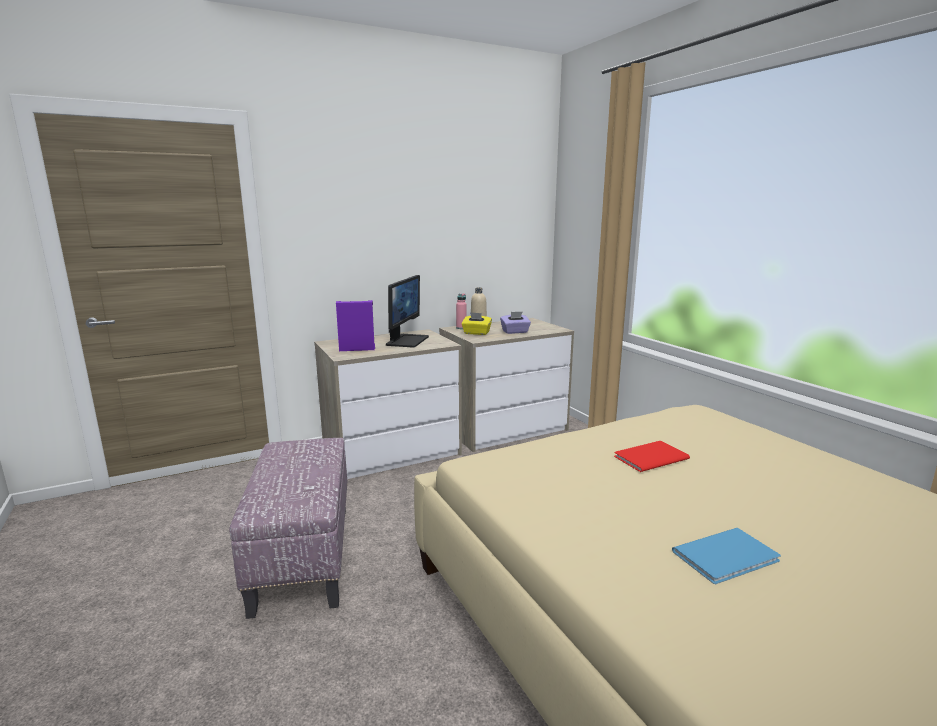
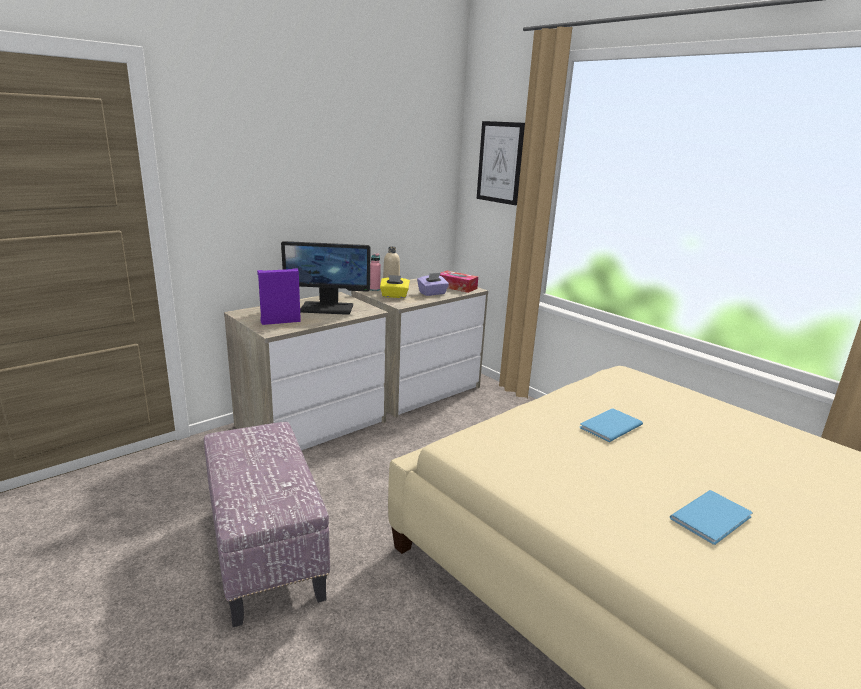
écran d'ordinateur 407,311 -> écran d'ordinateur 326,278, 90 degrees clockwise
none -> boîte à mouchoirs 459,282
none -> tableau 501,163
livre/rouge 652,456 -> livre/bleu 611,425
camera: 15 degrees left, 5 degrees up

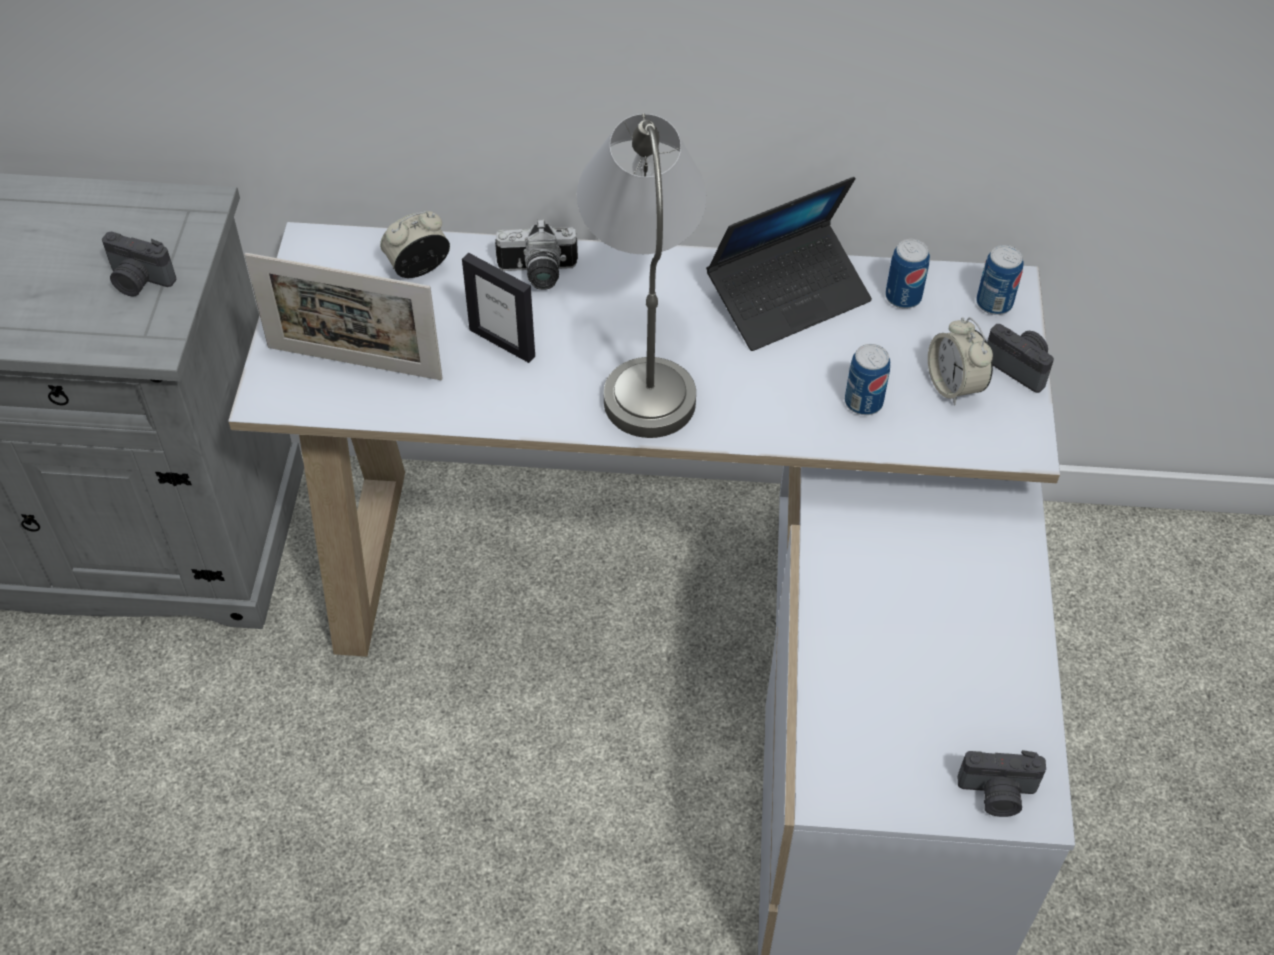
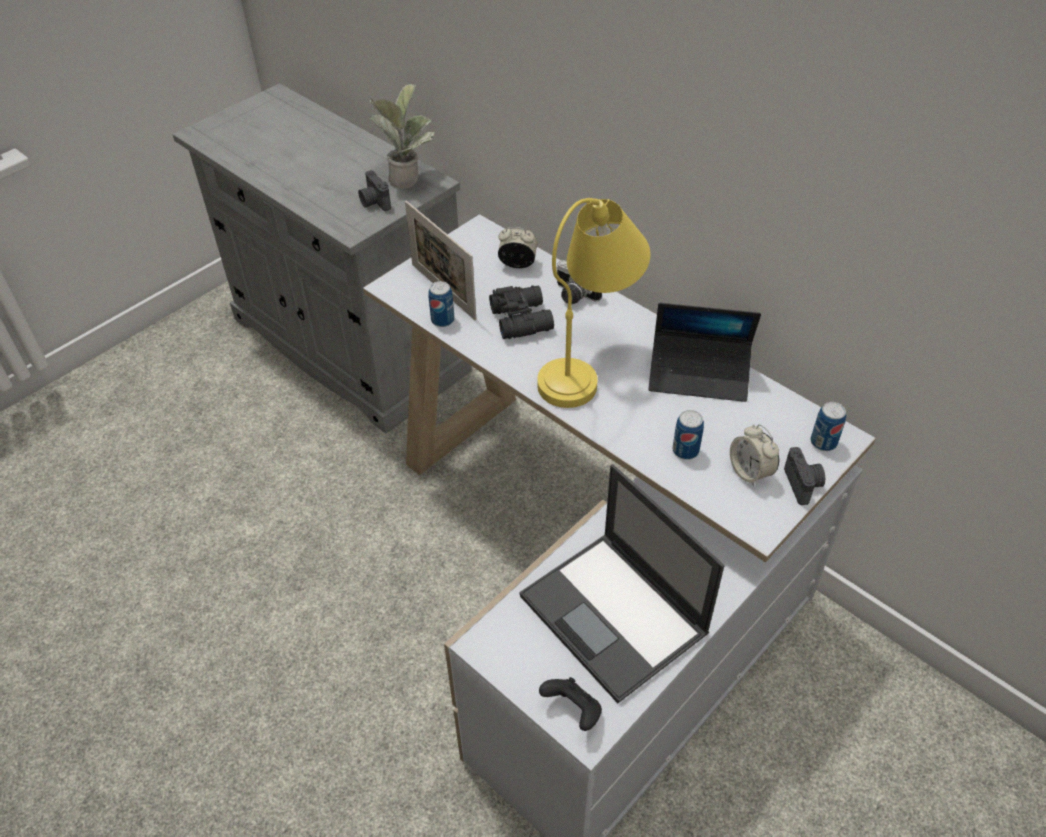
none -> plante en pot 401,136
boîte métallique 907,274 -> boîte métallique 441,304, move
cadre photo 498,308 -> jumelles/noir 521,312
none -> ordinateur portable 622,584
lampe de table/gris 641,275 -> lampe de table/jaune 593,303
appareil photo 1001,783 -> manette/noir 570,704
réveil 960,361 -> réveil 754,455, 45 degrees counterclockwise
camera: 40 degrees right, 5 degrees down

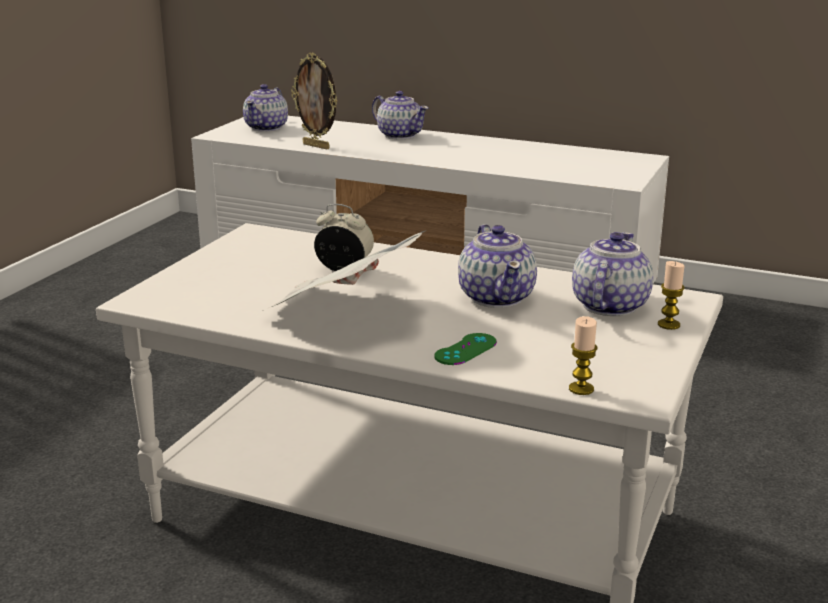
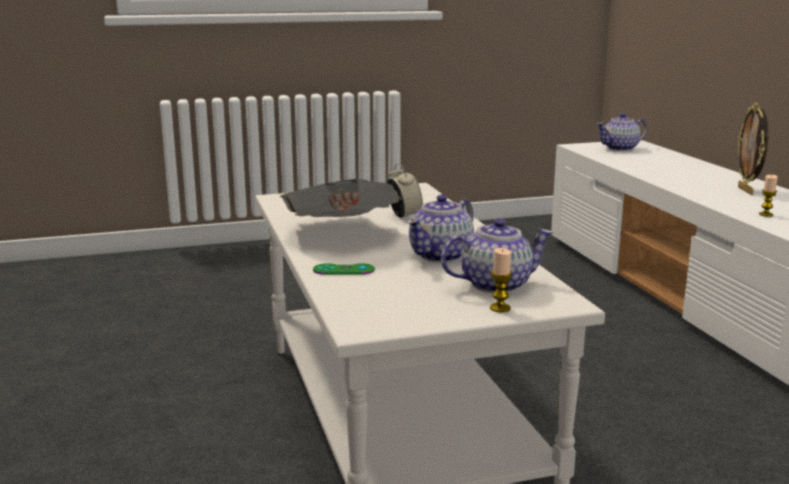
cadre photo 314,101 -> cadre photo 753,149, move
bougie 583,355 -> bougie 768,196, move
théière 400,115 -> none
camera: 50 degrees right, 5 degrees down

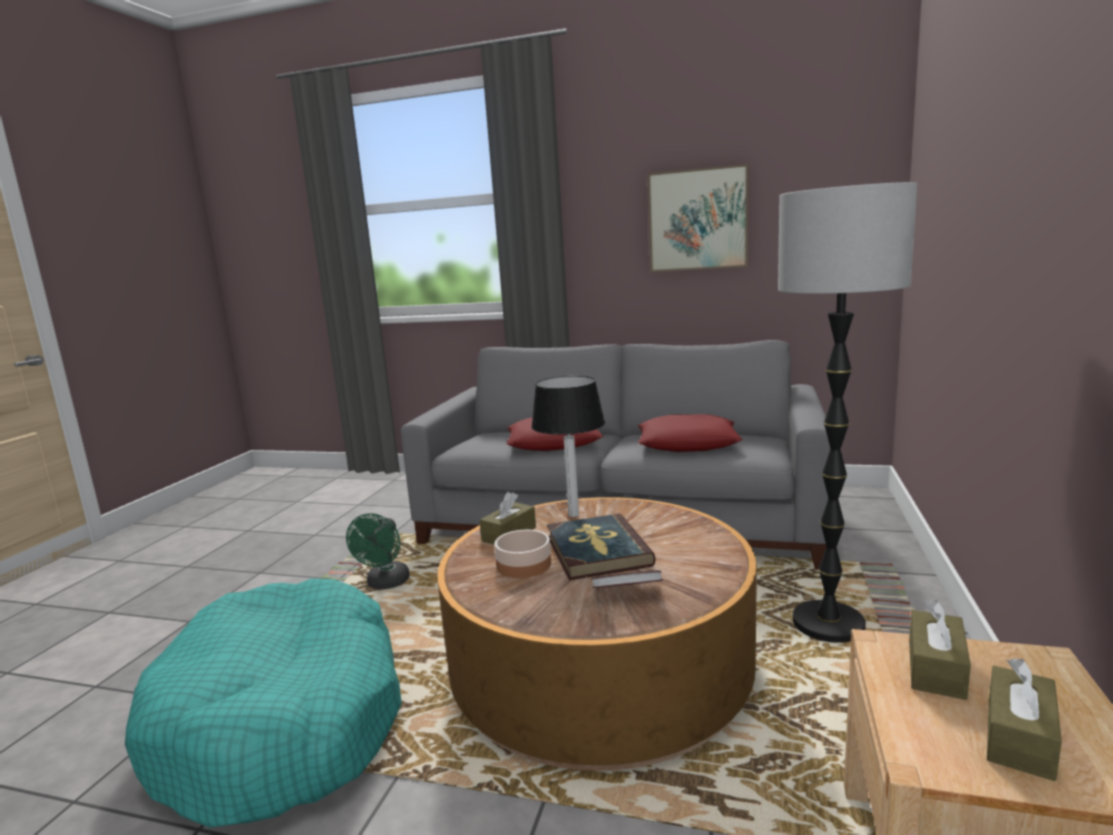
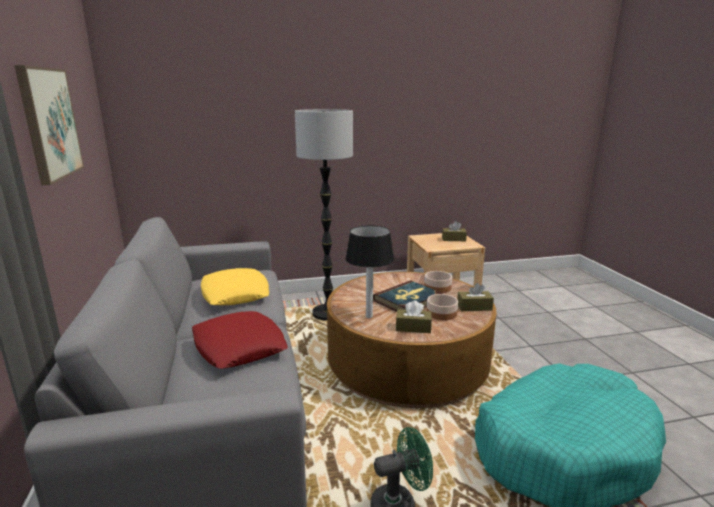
coussin/rouge 690,433 -> coussin/jaune 235,286
livre 627,579 -> bol 438,282
boîte à mouchoirs/marron 940,650 -> boîte à mouchoirs/marron 475,297, move
camera: 120 degrees left, 5 degrees up

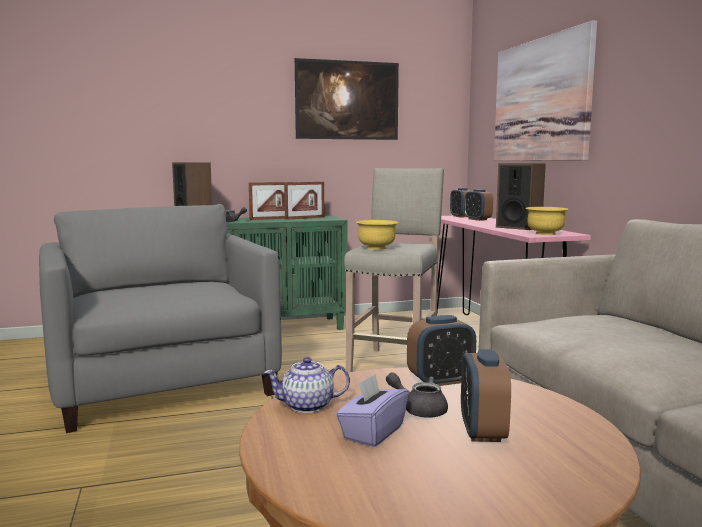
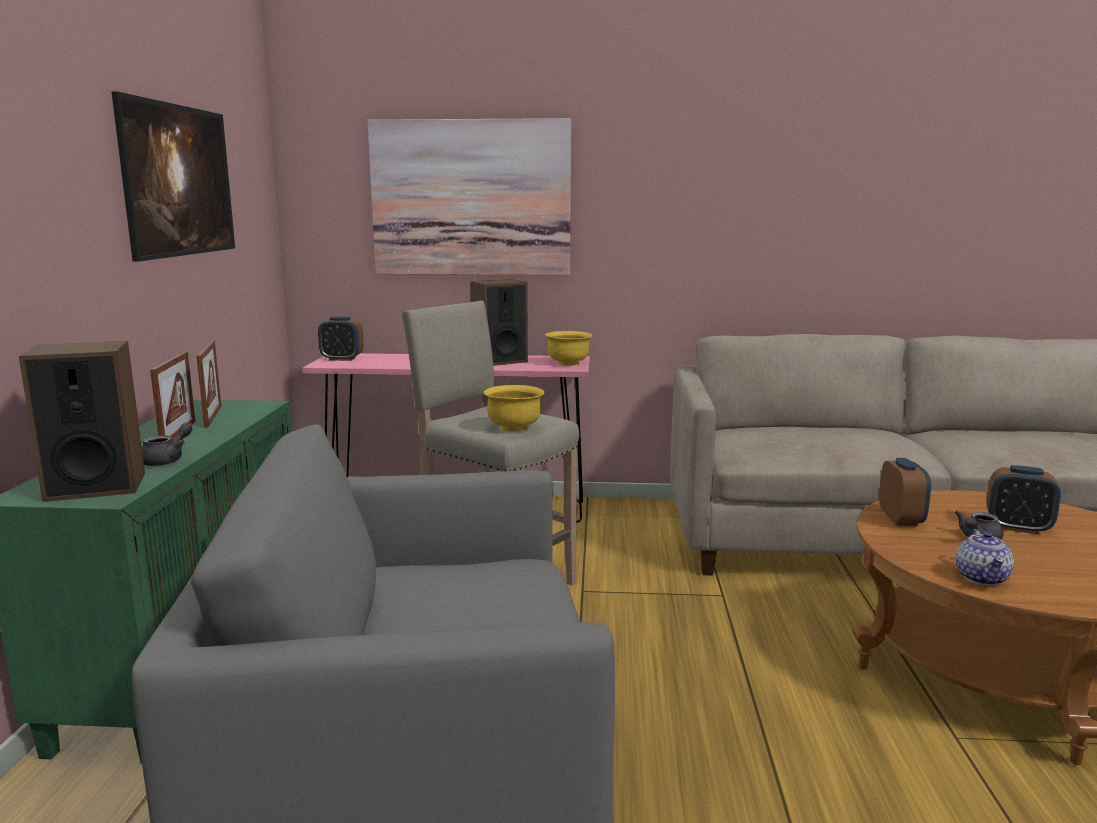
boîte à mouchoirs/violet 372,410 -> none
réveil 478,205 -> none
camera: 70 degrees left, 5 degrees up

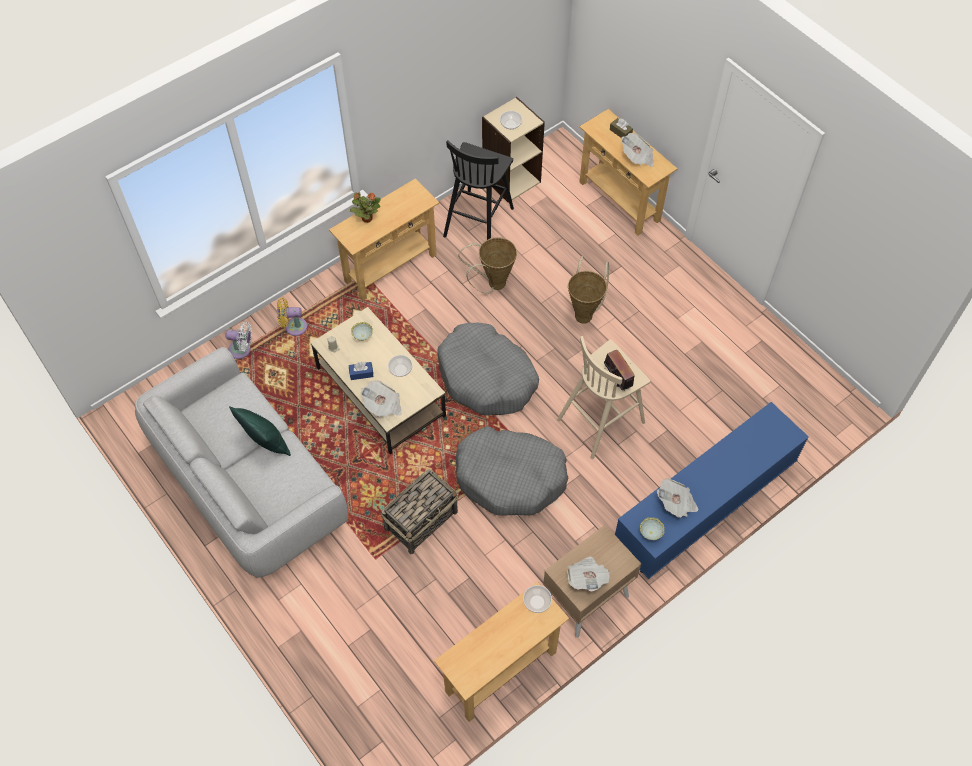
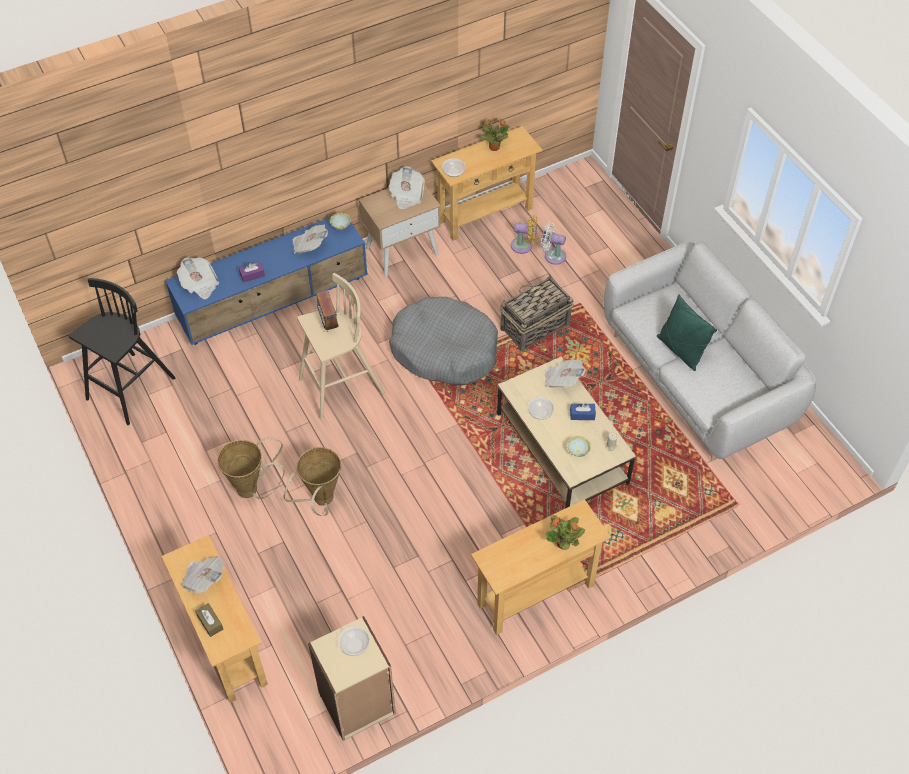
tabouret/noir 478,190 -> tabouret/noir 121,351, move
none -> journal 198,278
panier 487,265 -> panier 251,468, move
none -> boîte à mouchoirs/violet 252,272
none -> plante en pot 494,135
ventilateur/jaune 292,317 -> ventilateur/jaune 524,234, move
ventilateur/blanc 238,340 -> ventilateur/blanc 553,244, move
panier pour chien/gris 488,369 -> none
camera: 170 degrees left, 5 degrees down

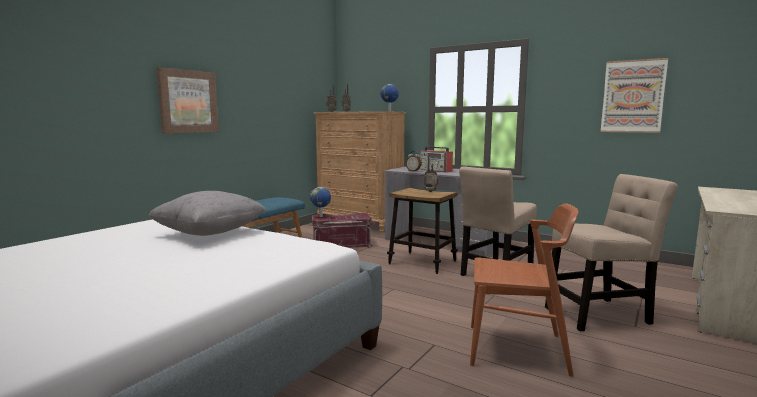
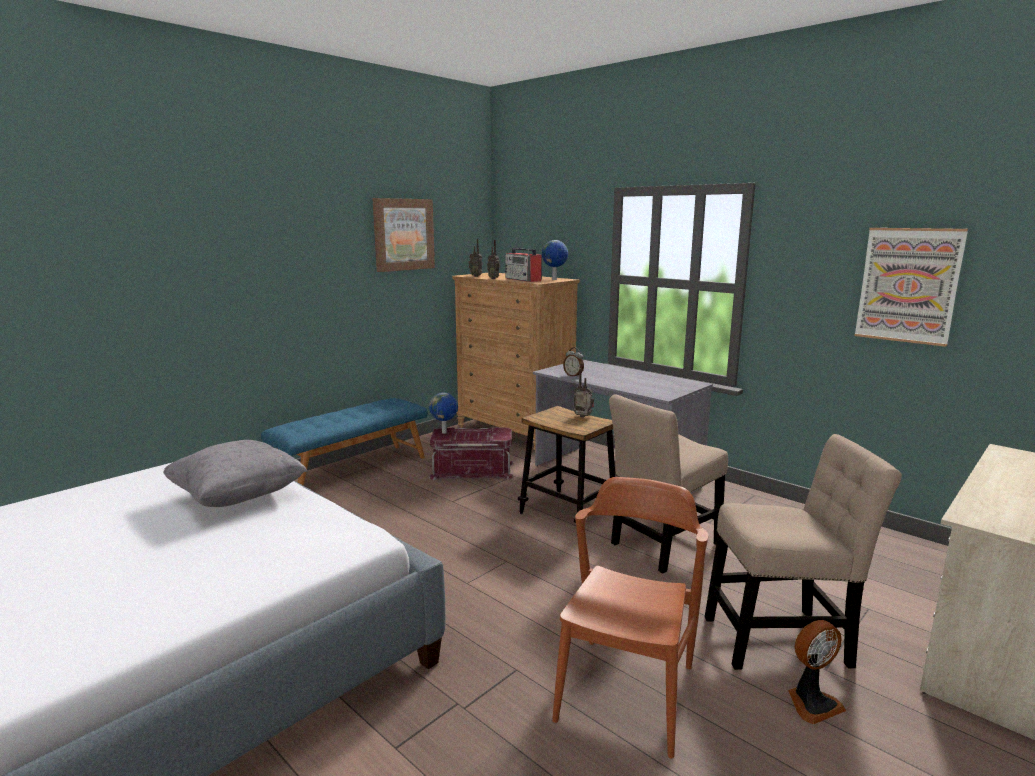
tableau 188,100 -> tableau 403,235, move
radio 436,159 -> radio 523,265, move
chaise/marron 524,290 -> chaise/marron 630,618, 90 degrees counterclockwise
none -> ventilateur 817,672
camera: 10 degrees right, 5 degrees up

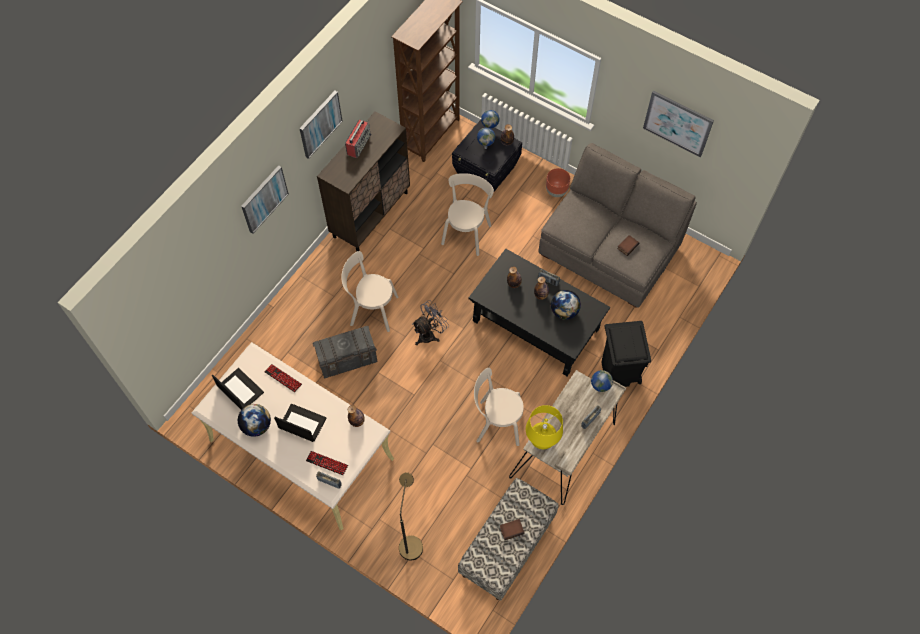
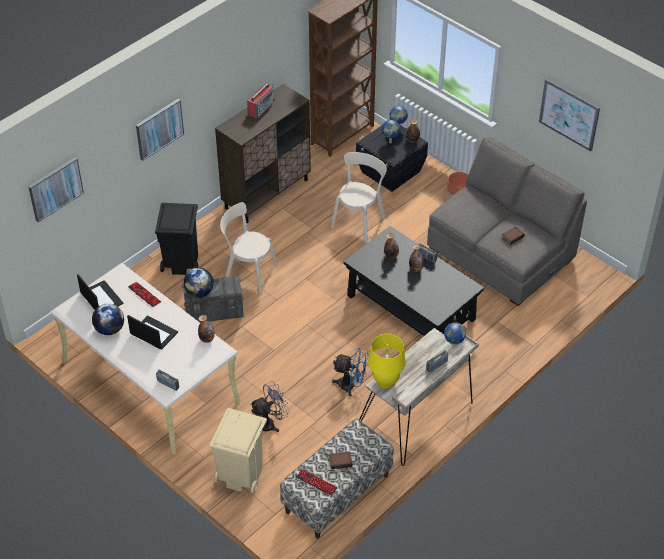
tableau 321,125 -> tableau 56,189, move
poubelle/noir 626,354 -> poubelle/noir 176,239, move
globe 566,305 -> globe 199,283, move
lampadaire/marron 411,516 -> poubelle/beige 238,451
ventilateur/gris 430,322 -> ventilateur/gris 270,406, move
clavier 327,463 -> clavier 317,482, move
chaise/beige 499,407 -> ventilateur/bleu 350,372
camera: 10 degrees right, 15 degrees down

